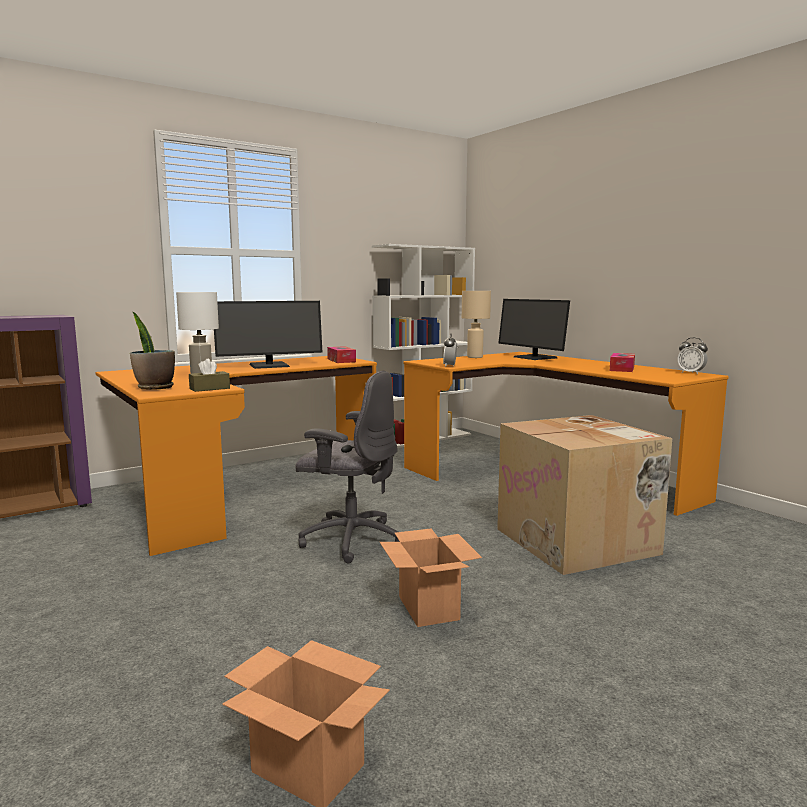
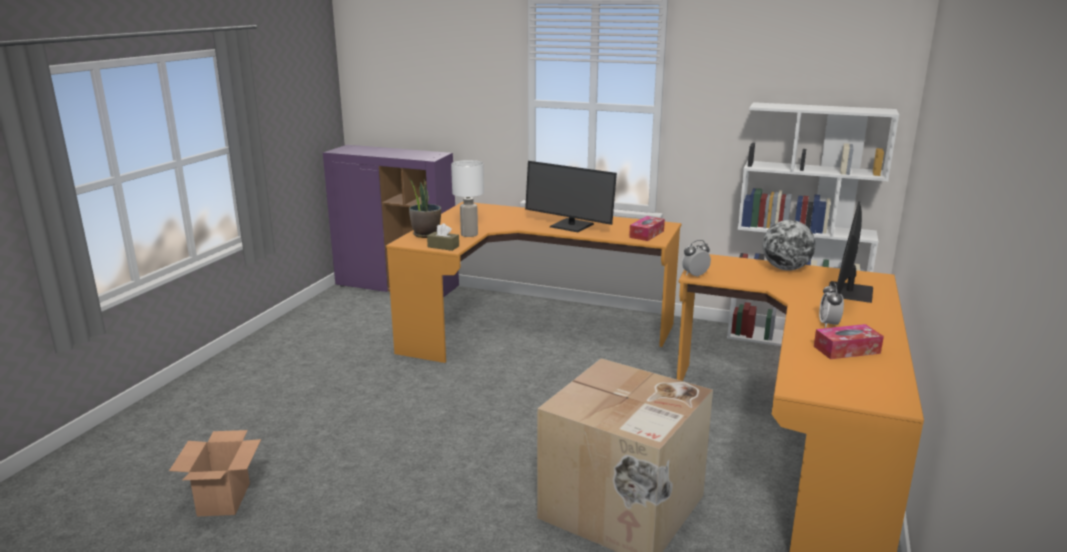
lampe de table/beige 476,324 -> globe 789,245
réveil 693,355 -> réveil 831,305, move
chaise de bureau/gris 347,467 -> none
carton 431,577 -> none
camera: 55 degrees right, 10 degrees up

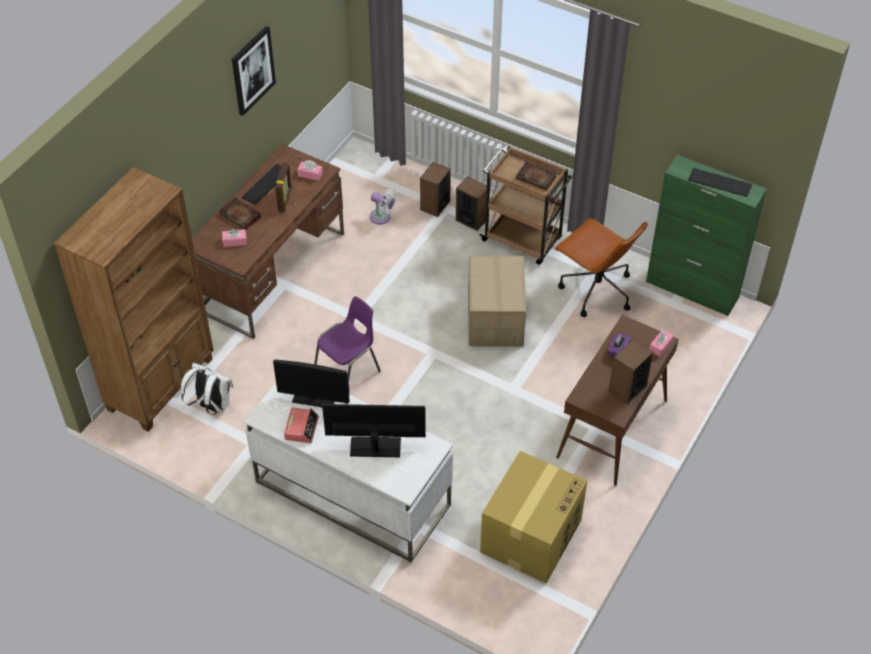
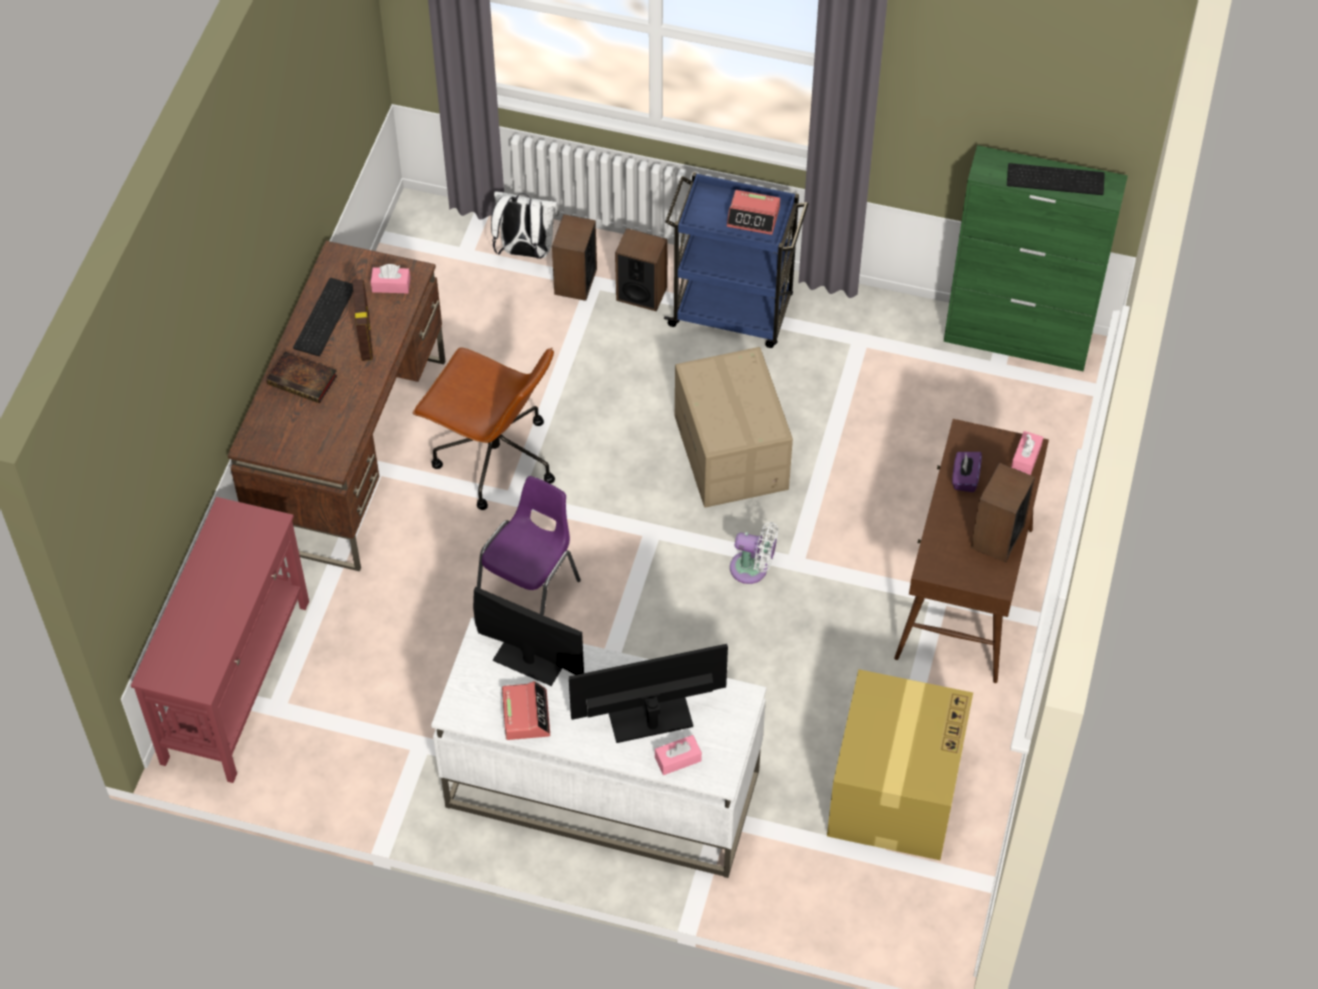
bibliothèque/marron 134,299 -> table console/rouge 220,640
chaise de bureau/marron 601,267 -> chaise de bureau/marron 484,428, move
écran d'ordinateur 311,383 -> écran d'ordinateur 528,636, 150 degrees counterclockwise
sac à dos/blanc 207,389 -> sac à dos/blanc 525,225, move
boîte à mouchoirs/rose 234,238 -> boîte à mouchoirs/rose 678,755, move
chariot/marron 526,205 -> chariot/bleu 736,260
livre 536,176 -> réveil 753,212
ventilateur/blanc 383,207 -> ventilateur/blanc 754,553, move
tableau 254,71 -> none
camera: 15 degrees left, 5 degrees up

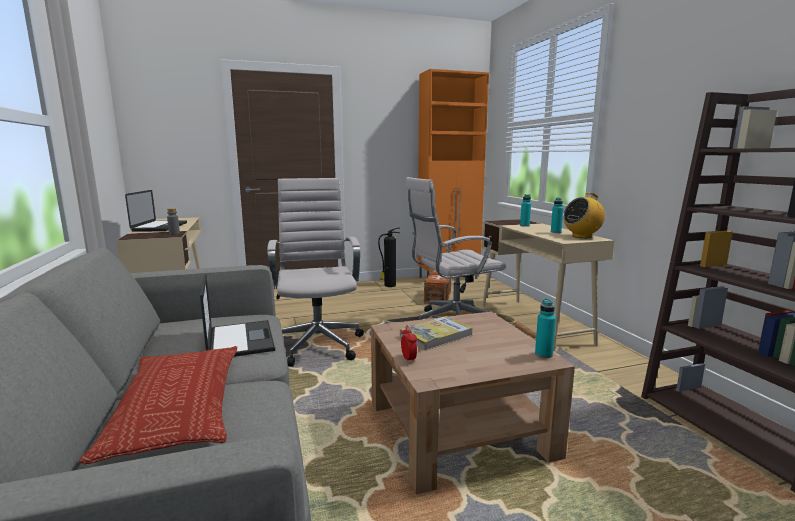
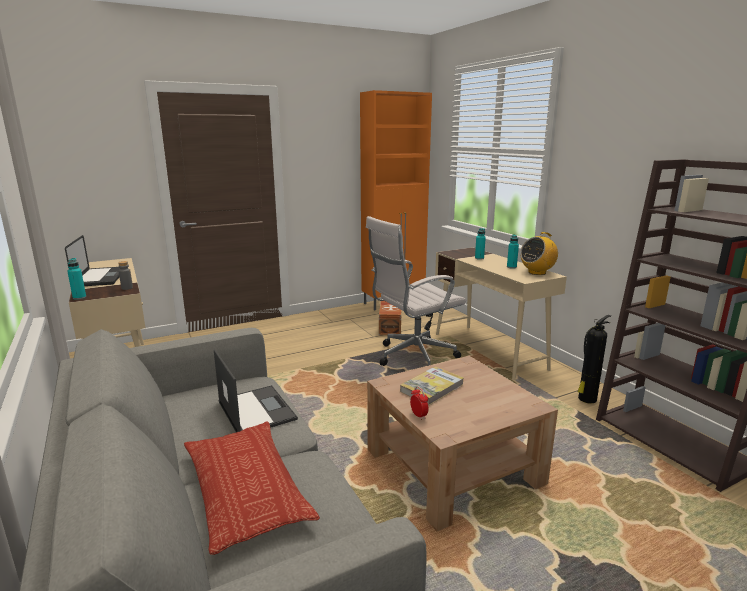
bouteille/turquoise 545,328 -> bouteille/turquoise 76,279, move
extincteur 388,257 -> extincteur 594,359, move
chaise de bureau/blanc 315,272 -> none
camera: 10 degrees left, 5 degrees up

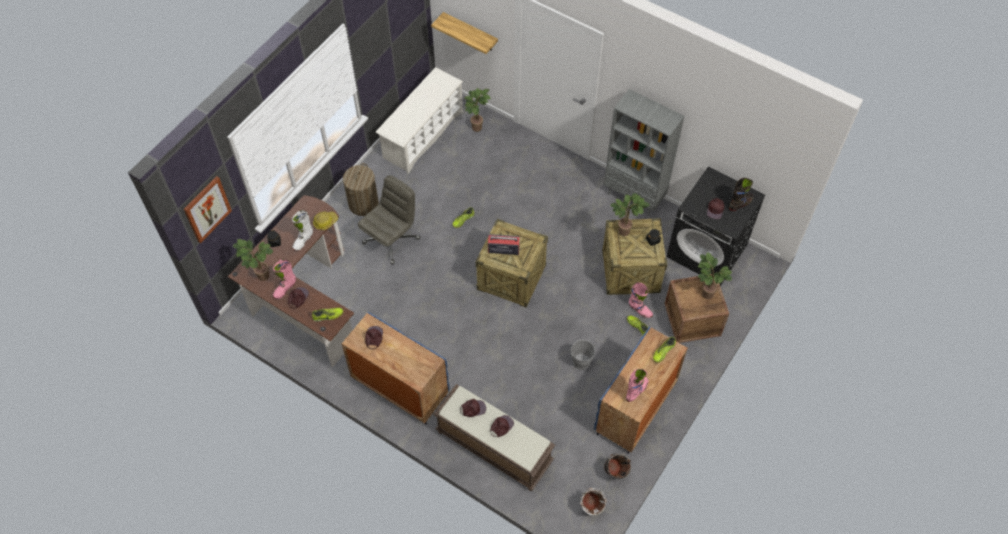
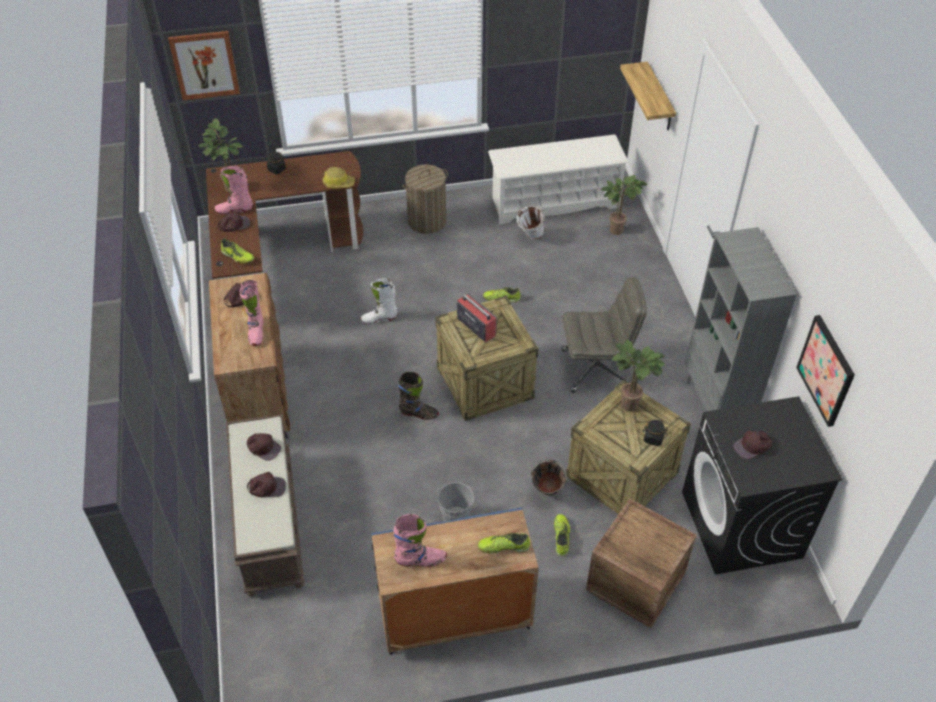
meuble de rangement/bleu 395,368 -> meuble de rangement/marron 249,355
botte/rose 641,300 -> botte/rose 251,313, move
botte/blanc 302,230 -> botte/blanc 379,301, move
botte/noir 741,194 -> botte/noir 418,396, move
seau/blanc 593,501 -> seau/blanc 531,222, move
seau/noir 617,466 -> seau/noir 549,478, move
chaise de bureau/gris 389,220 -> chaise de bureau/gris 604,335, move
none -> tableau 825,371
plante en pot 715,275 -> none
camera: 45 degrees right, 10 degrees down

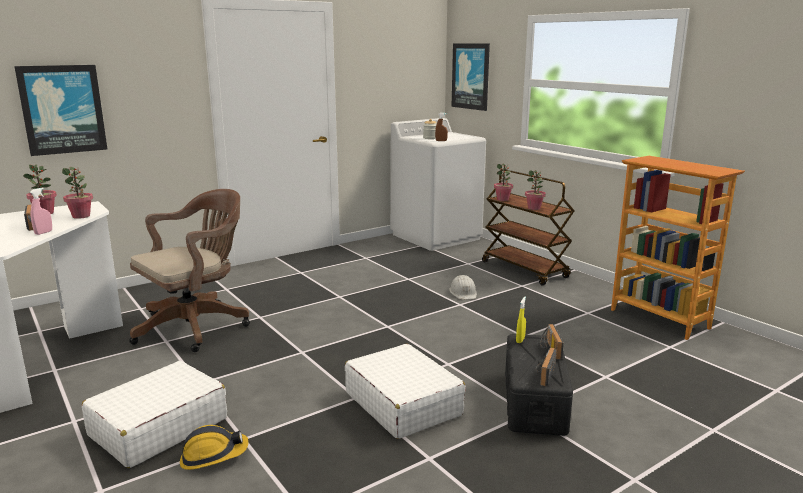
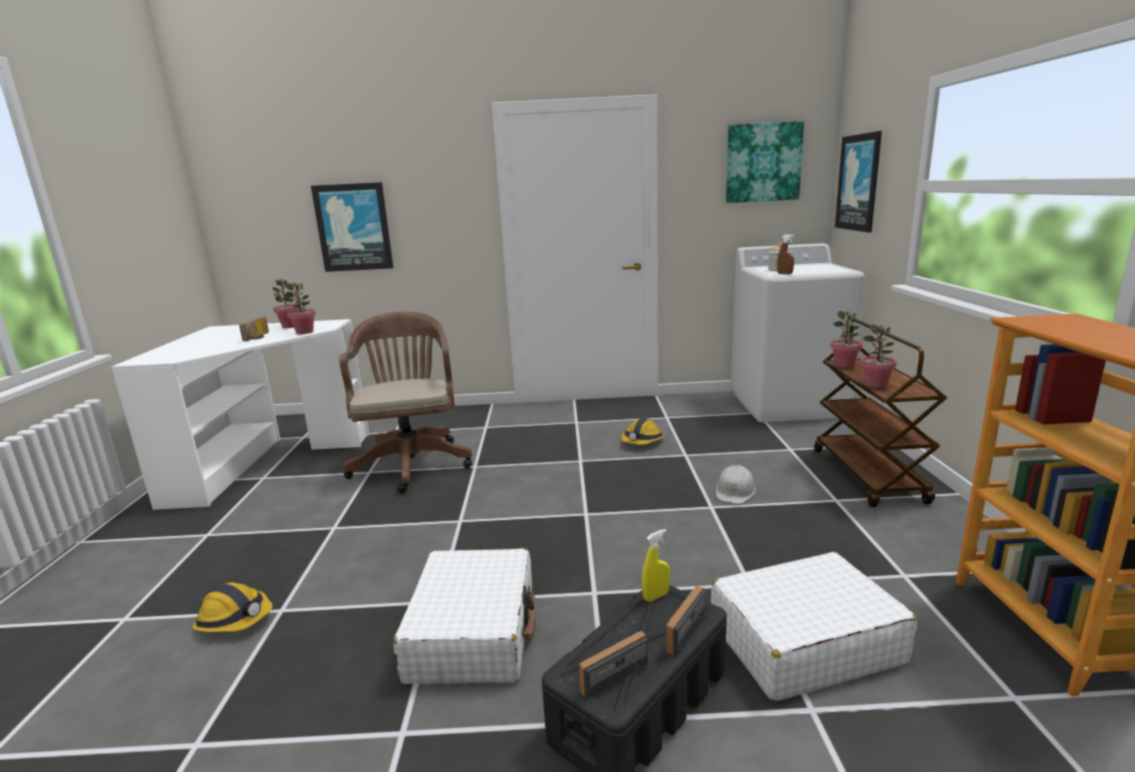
chaise de bureau/marron 189,270 -> chaise de bureau/marron 405,402, 90 degrees counterclockwise
none -> casque de chantier 642,431
valise/blanc 154,414 -> valise/blanc 814,626, move
none -> tableau 765,162
vaporisateur/rose 41,211 -> none
camera: 35 degrees right, 0 degrees up

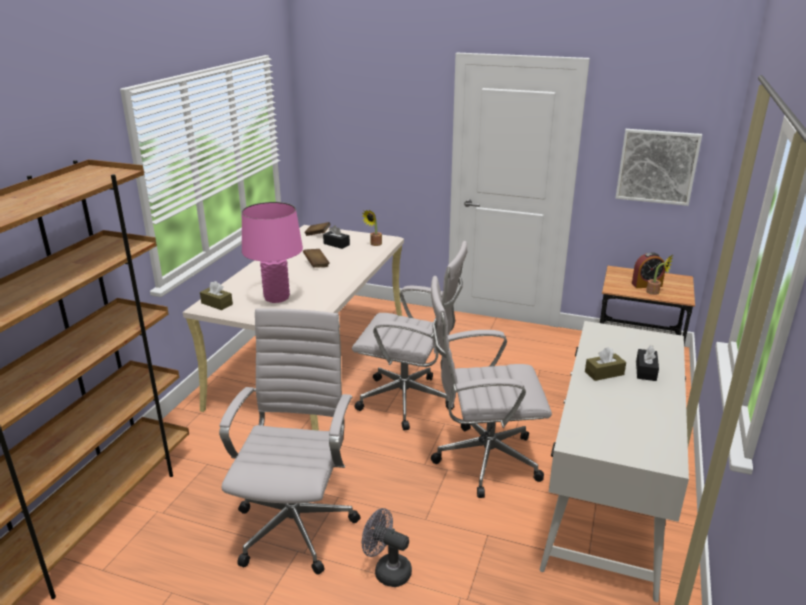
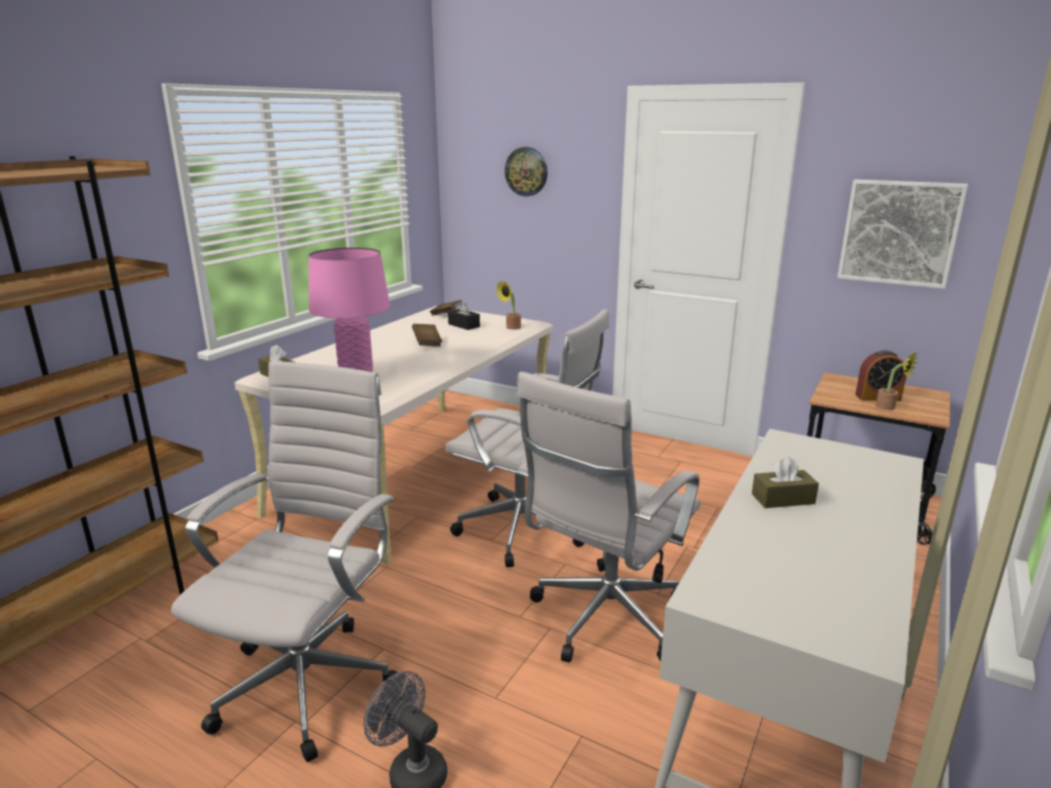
none -> horloge murale 526,171
chaise de bureau/blanc 491,387 -> chaise de bureau/blanc 608,516, 60 degrees counterclockwise
boîte à mouchoirs/noir 647,363 -> none
camera: 10 degrees right, 5 degrees down

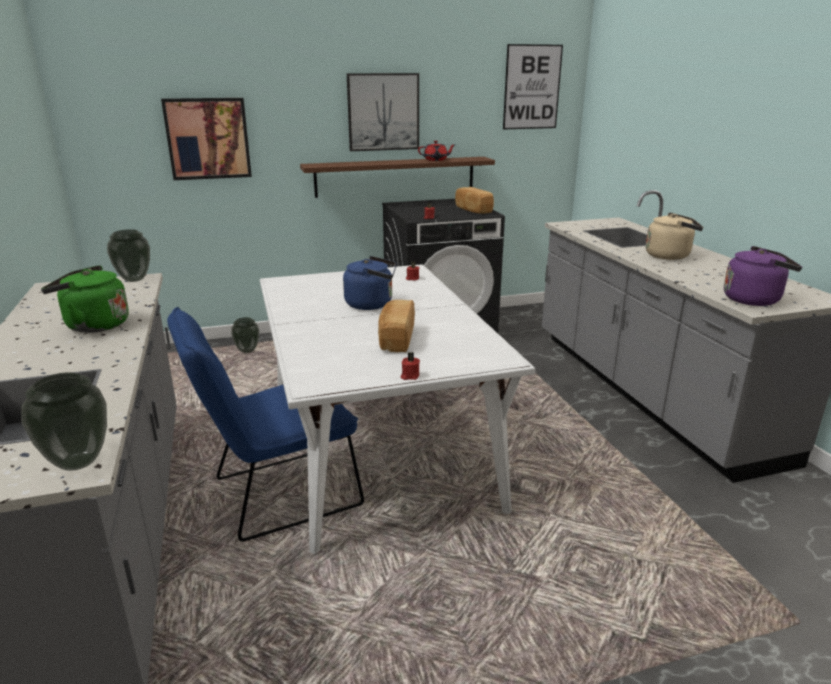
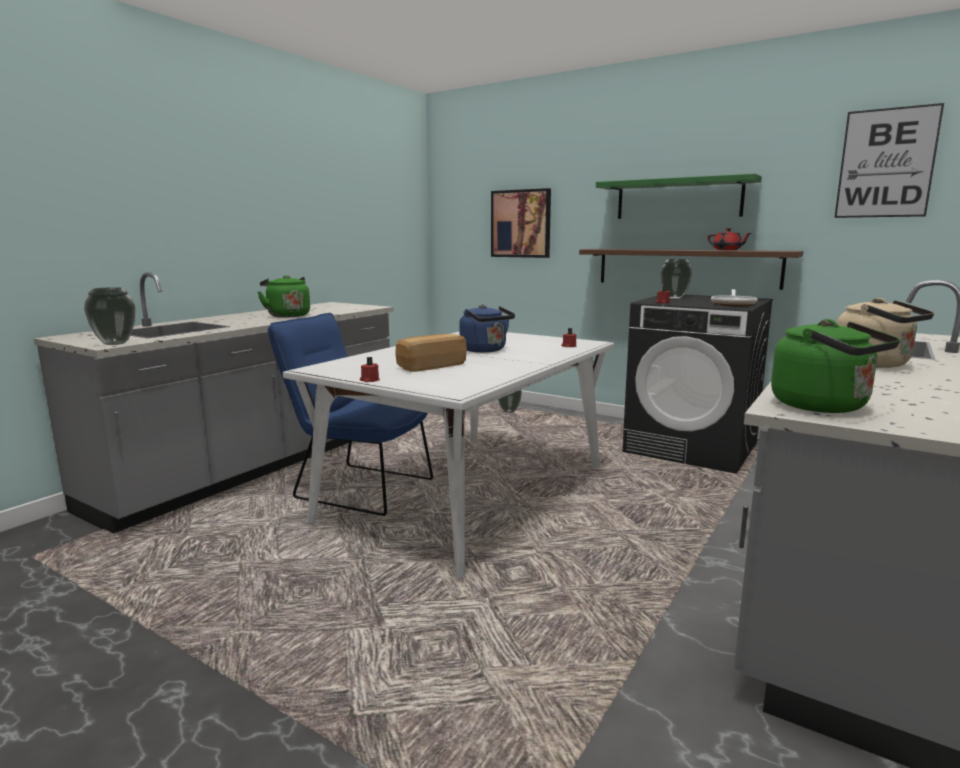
tableau 383,112 -> étagère/vert 679,196
vase 128,255 -> vase 676,279, move
pain 474,200 -> poêle 734,297
bouilloire/violet 763,276 -> bouilloire/vert 835,366
camera: 50 degrees right, 10 degrees down

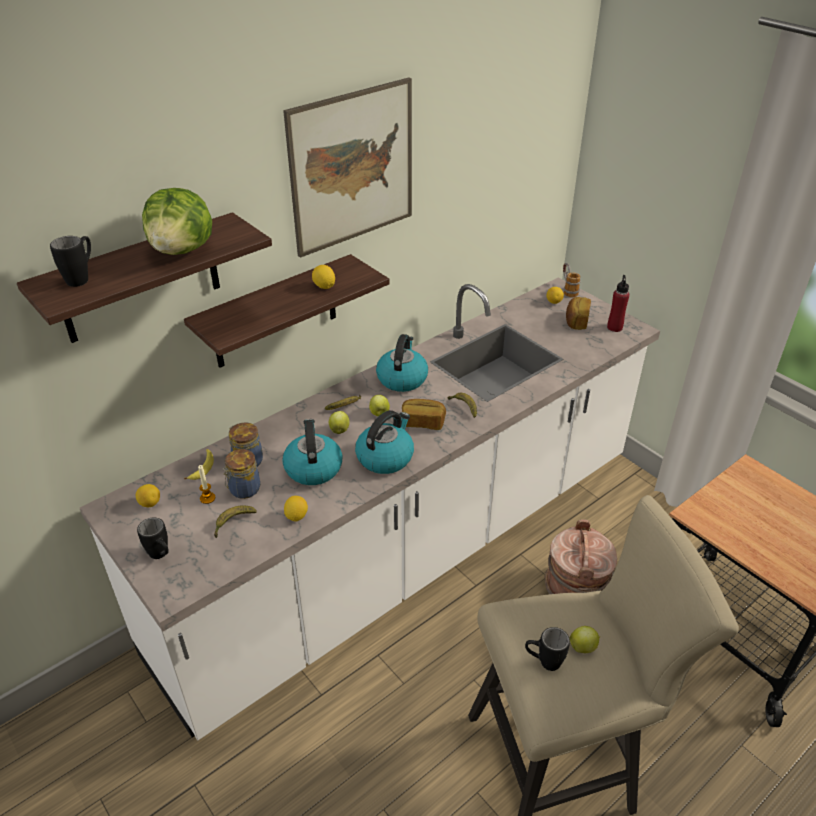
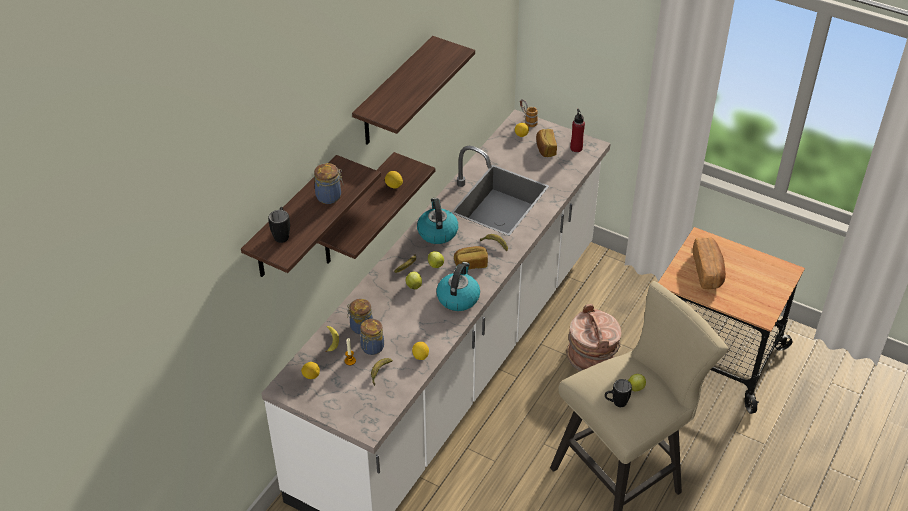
laitue 177,221 -> bocal 329,183
tableau 347,167 -> étagère 413,90
none -> pain 709,263
mug/noir 153,538 -> none
bouilloire 312,452 -> none
camera: 20 degrees left, 5 degrees up

